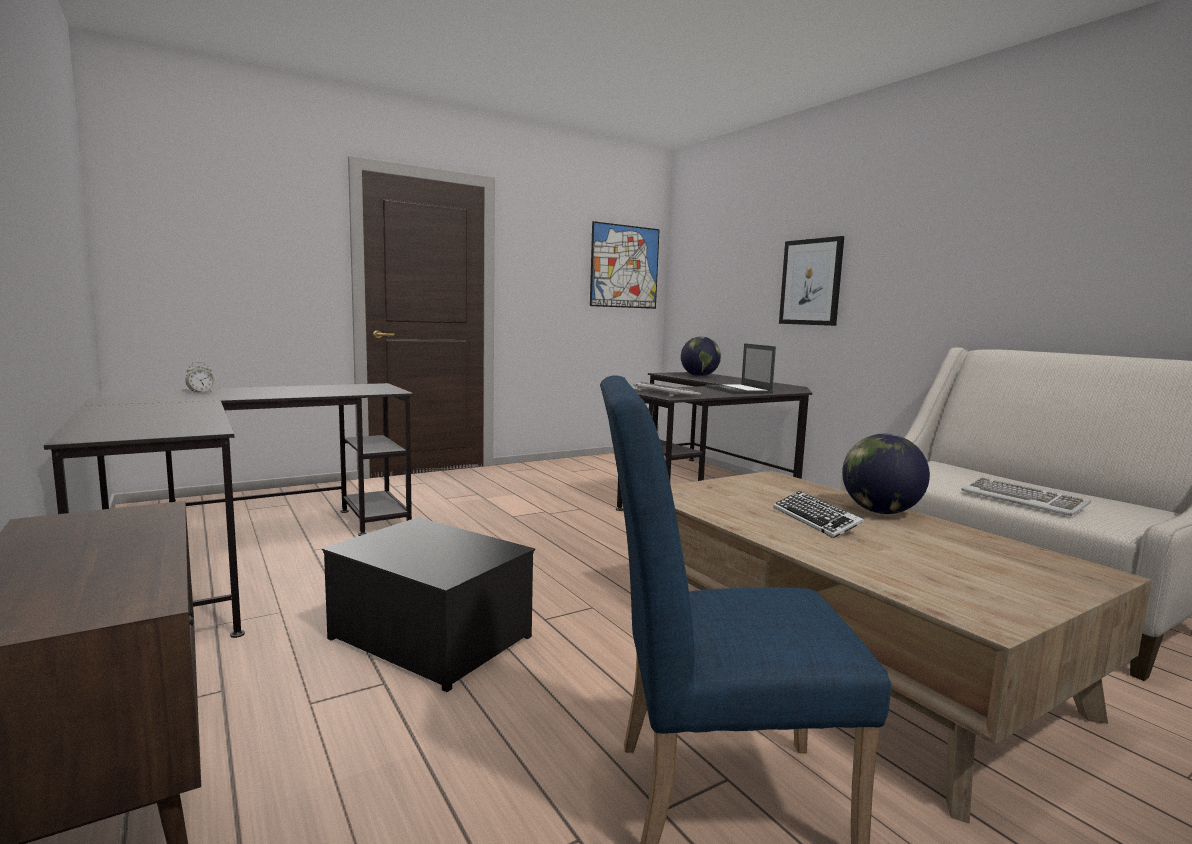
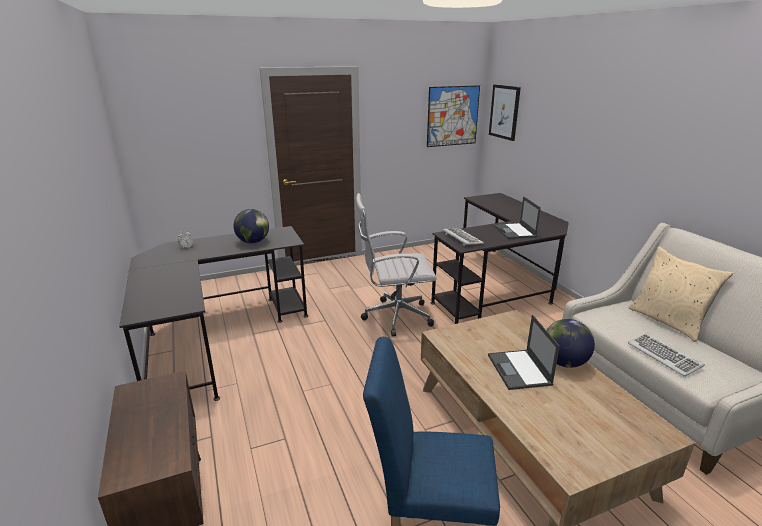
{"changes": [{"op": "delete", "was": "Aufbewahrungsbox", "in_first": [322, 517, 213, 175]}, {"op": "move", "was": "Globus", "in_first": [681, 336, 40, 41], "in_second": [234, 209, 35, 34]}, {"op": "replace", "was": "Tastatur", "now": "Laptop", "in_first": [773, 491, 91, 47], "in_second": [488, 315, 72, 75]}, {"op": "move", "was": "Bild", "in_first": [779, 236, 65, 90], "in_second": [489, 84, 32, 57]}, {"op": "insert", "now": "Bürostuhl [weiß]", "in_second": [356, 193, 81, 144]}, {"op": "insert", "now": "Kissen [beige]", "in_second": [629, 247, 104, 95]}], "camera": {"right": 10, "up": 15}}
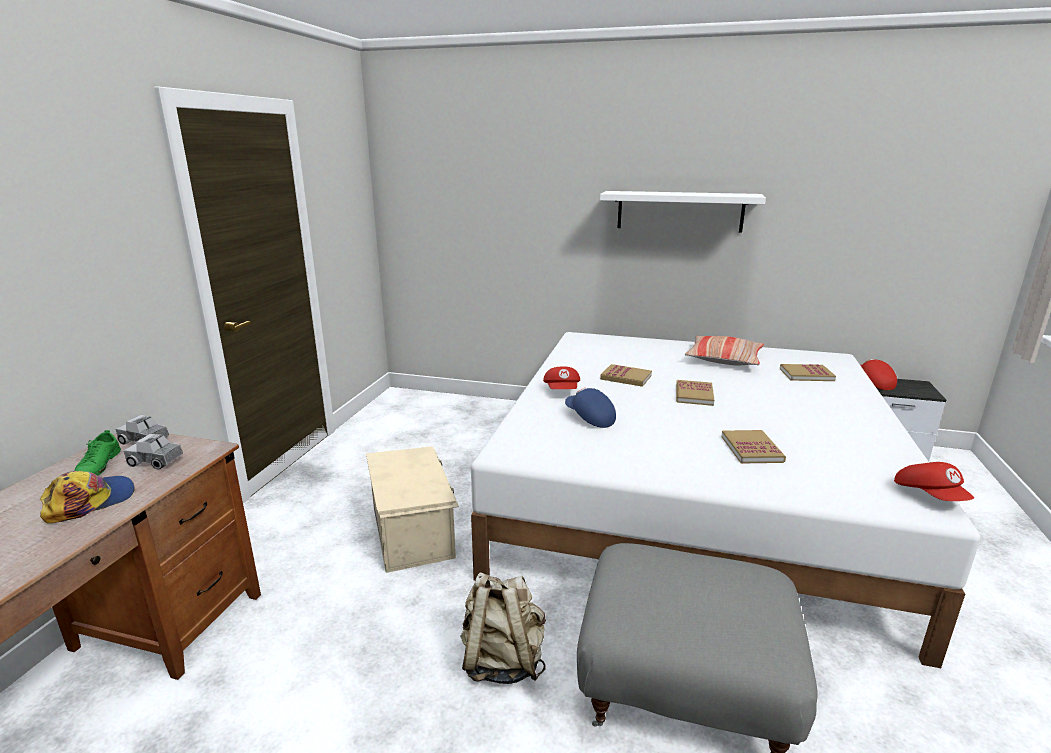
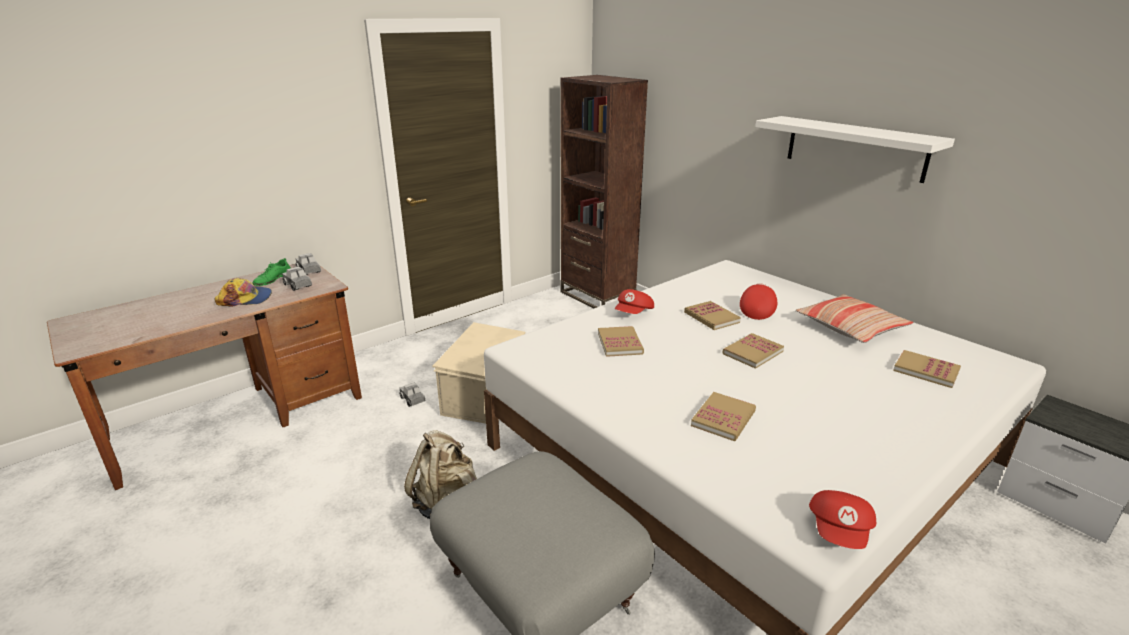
{"changes": [{"op": "replace", "was": "Kappe [blau]", "now": "Buch", "in_first": [565, 388, 51, 40], "in_second": [598, 326, 46, 31]}, {"op": "move", "was": "Kappe [rot]", "in_first": [860, 359, 37, 31], "in_second": [740, 284, 37, 36]}, {"op": "insert", "now": "Spielzeuglaster", "in_second": [399, 383, 26, 24]}, {"op": "insert", "now": "Bücherregal [braun]", "in_second": [560, 75, 88, 233]}], "camera": {"right": 35, "up": 5}}
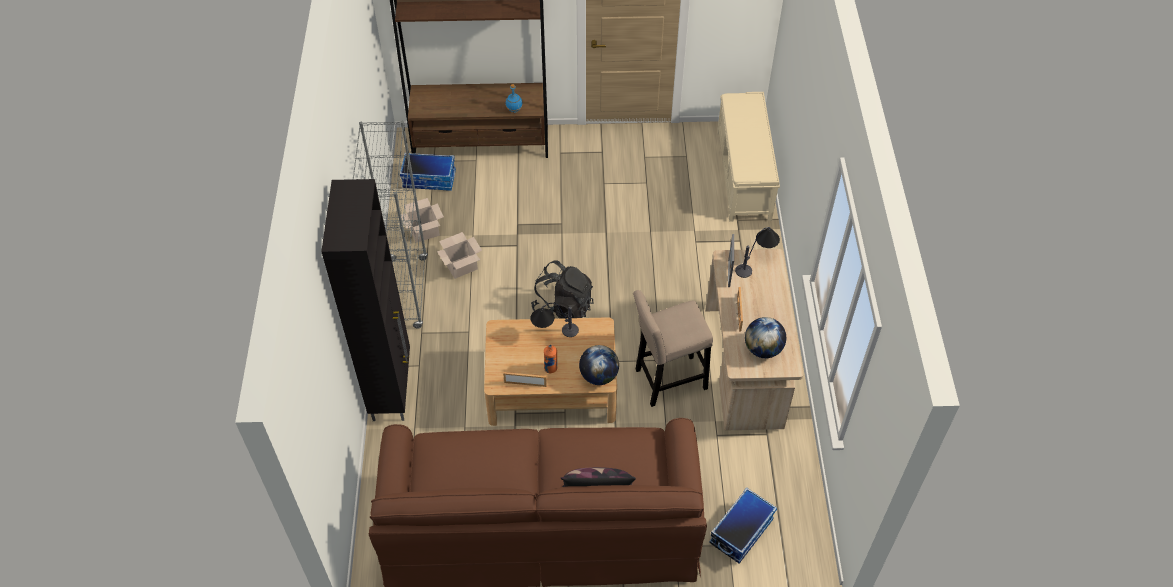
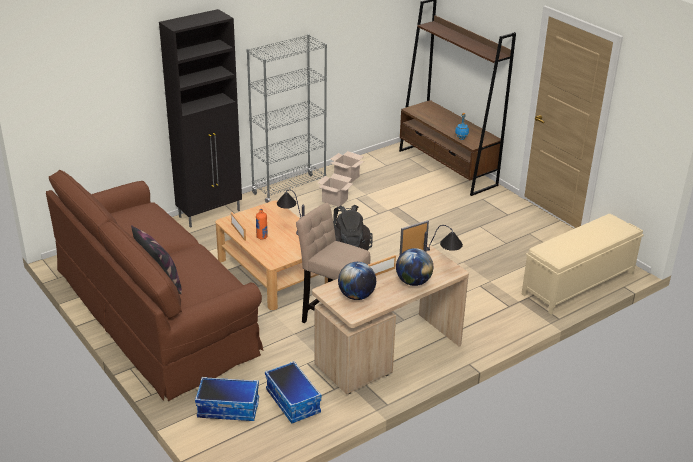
{"changes": [{"op": "move", "was": "Aufbewahrungsbox", "in_first": [400, 153, 56, 38], "in_second": [265, 361, 56, 63]}, {"op": "move", "was": "Globus", "in_first": [579, 345, 40, 40], "in_second": [396, 248, 37, 38]}], "camera": {"right": 55, "up": -20}}
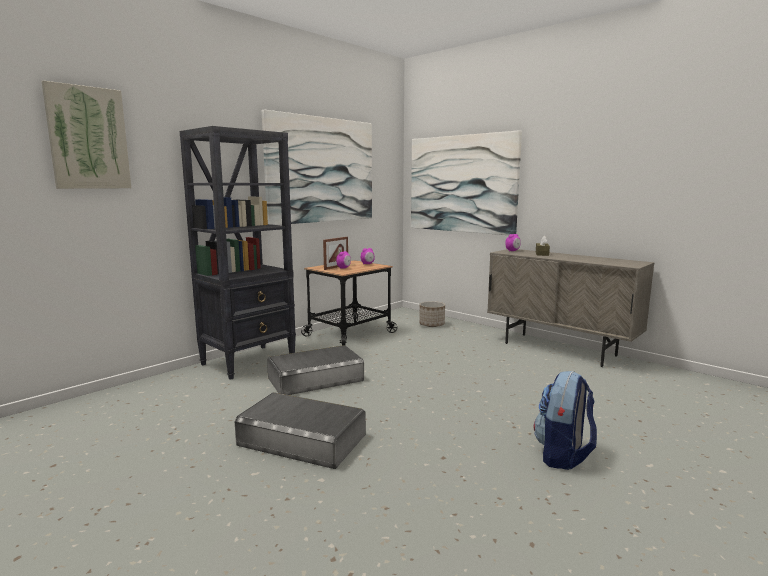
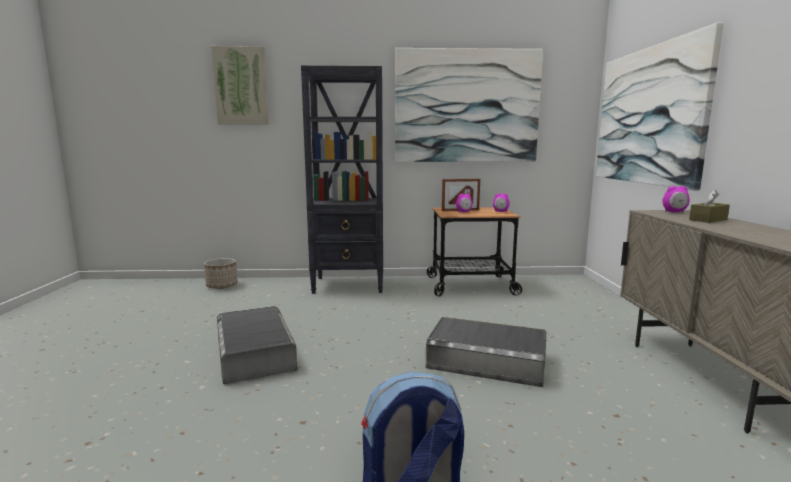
{"changes": [{"op": "move", "was": "Aufbewahrungsbox [grau]", "in_first": [267, 345, 97, 50], "in_second": [426, 317, 120, 70]}, {"op": "move", "was": "Pflanzkübel", "in_first": [419, 301, 26, 26], "in_second": [204, 258, 34, 31]}], "camera": {"right": 45, "up": 0}}
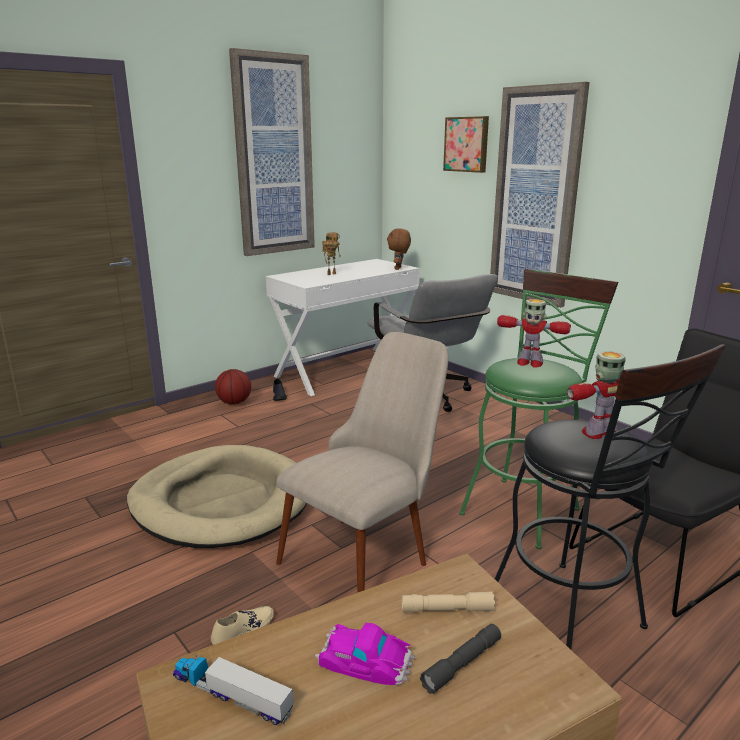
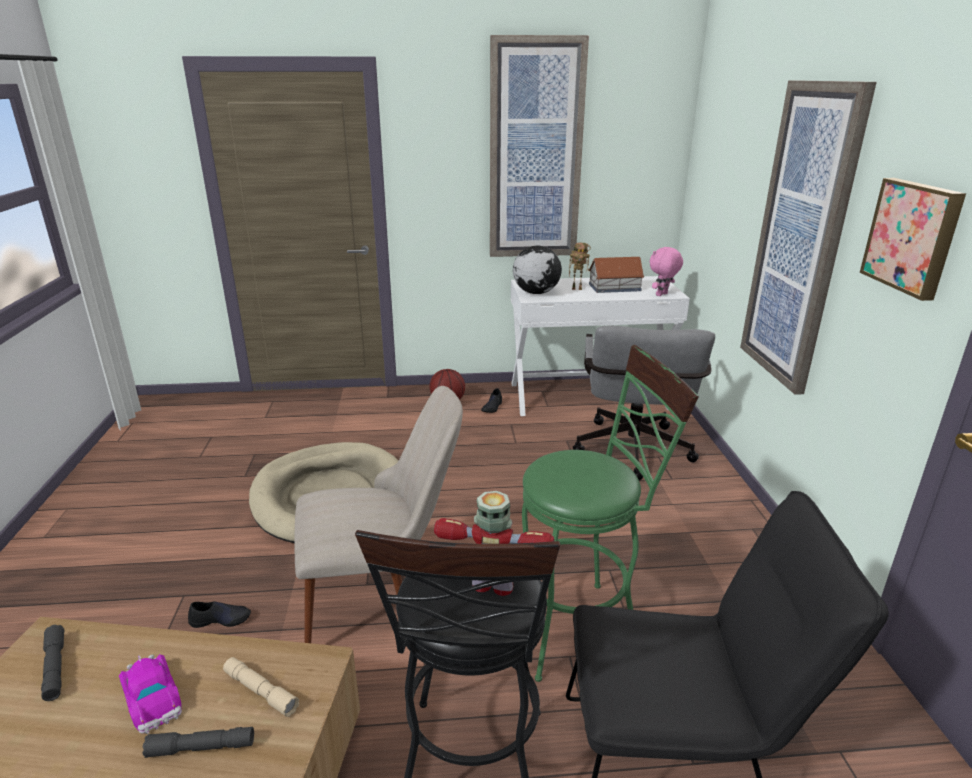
{"changes": [{"op": "replace", "was": "Spielzeuglaster", "now": "Taschenlampe [grau]", "in_first": [173, 654, 120, 71], "in_second": [41, 624, 23, 77]}, {"op": "recolor", "was": "Schuh [beige]", "now": "Schuh [schwarz]", "in_first": [211, 606, 63, 39], "in_second": [188, 601, 63, 27]}, {"op": "recolor", "was": "Plüschtier [braun]", "now": "Plüschtier [rosa]", "in_first": [387, 229, 24, 41], "in_second": [650, 247, 33, 49]}, {"op": "move", "was": "Bild", "in_first": [443, 116, 46, 57], "in_second": [860, 178, 106, 123]}, {"op": "delete", "was": "Spielzeugroboter", "in_first": [497, 299, 74, 69]}, {"op": "insert", "now": "Globus", "in_second": [513, 246, 49, 48]}, {"op": "insert", "now": "Spielzeughaus", "in_second": [589, 257, 55, 36]}], "camera": {"right": 35, "up": 5}}
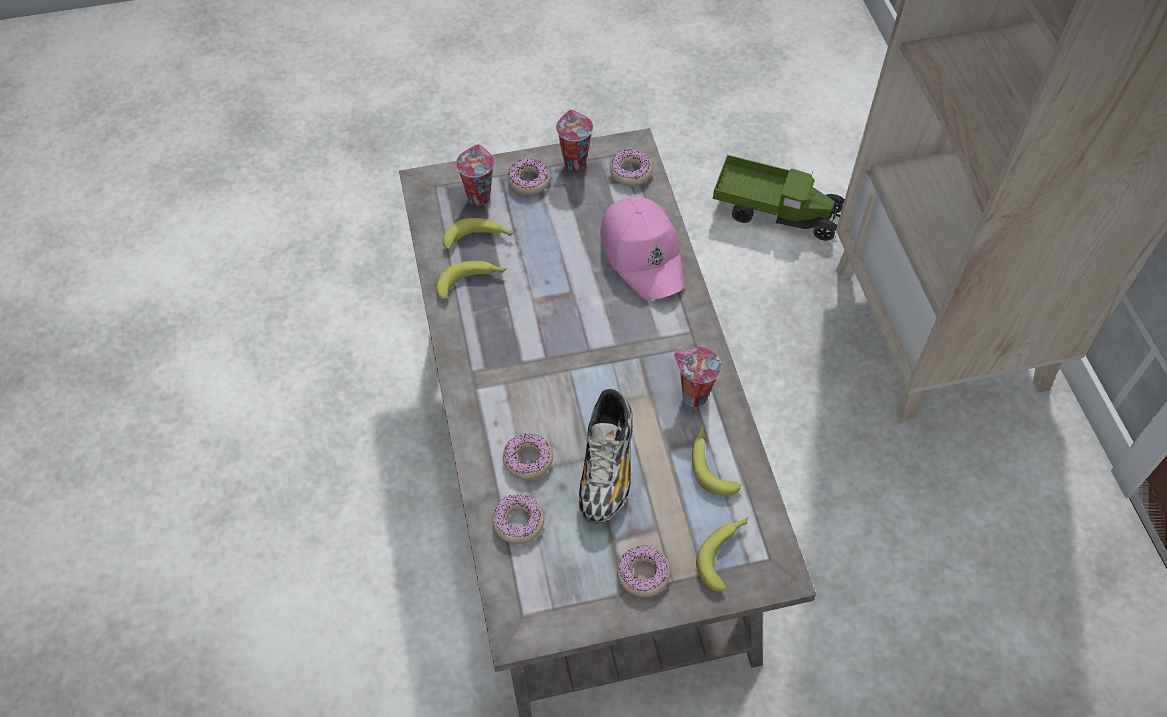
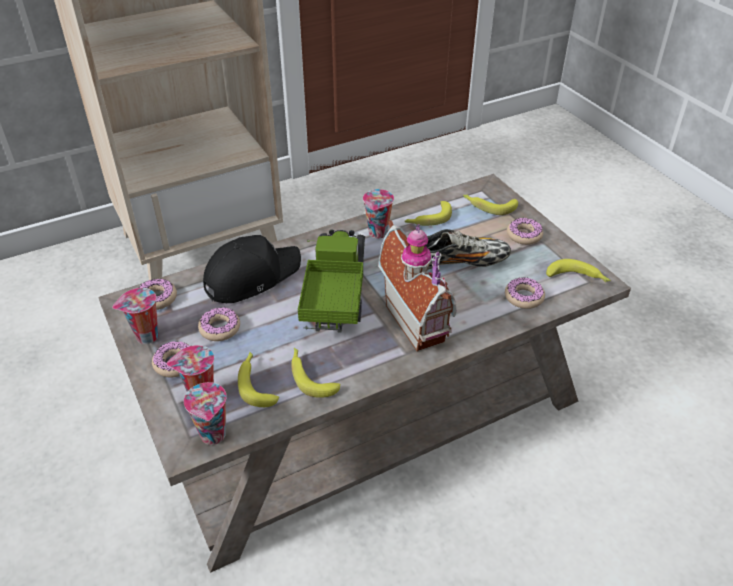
{"changes": [{"op": "move", "was": "Donut", "in_first": [503, 433, 50, 47], "in_second": [198, 307, 42, 34]}, {"op": "recolor", "was": "Kappe [rosa]", "now": "Kappe [schwarz]", "in_first": [600, 197, 84, 103], "in_second": [203, 235, 98, 68]}, {"op": "move", "was": "Spielzeuglaster", "in_first": [713, 155, 132, 86], "in_second": [298, 229, 67, 103]}, {"op": "insert", "now": "Tasse", "in_second": [184, 382, 43, 63]}, {"op": "insert", "now": "Spielzeughaus", "in_second": [378, 220, 79, 132]}, {"op": "insert", "now": "Banane", "in_second": [546, 259, 65, 23]}], "camera": {"right": -105, "up": -15}}
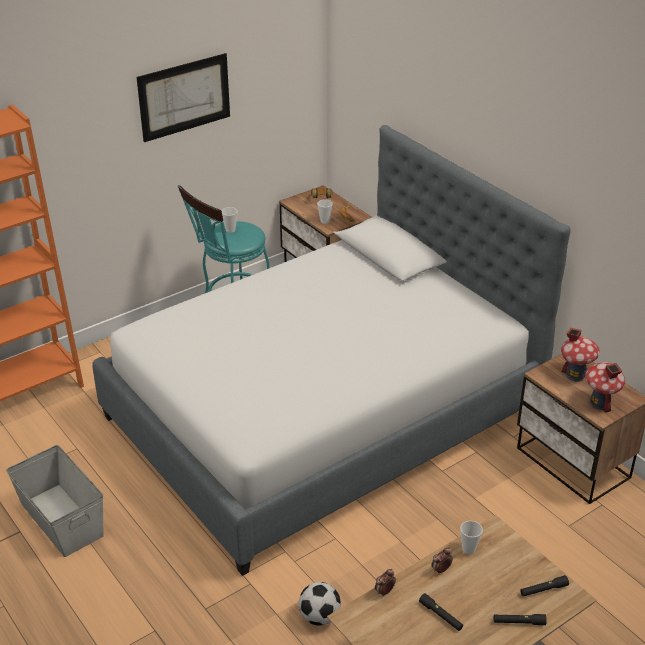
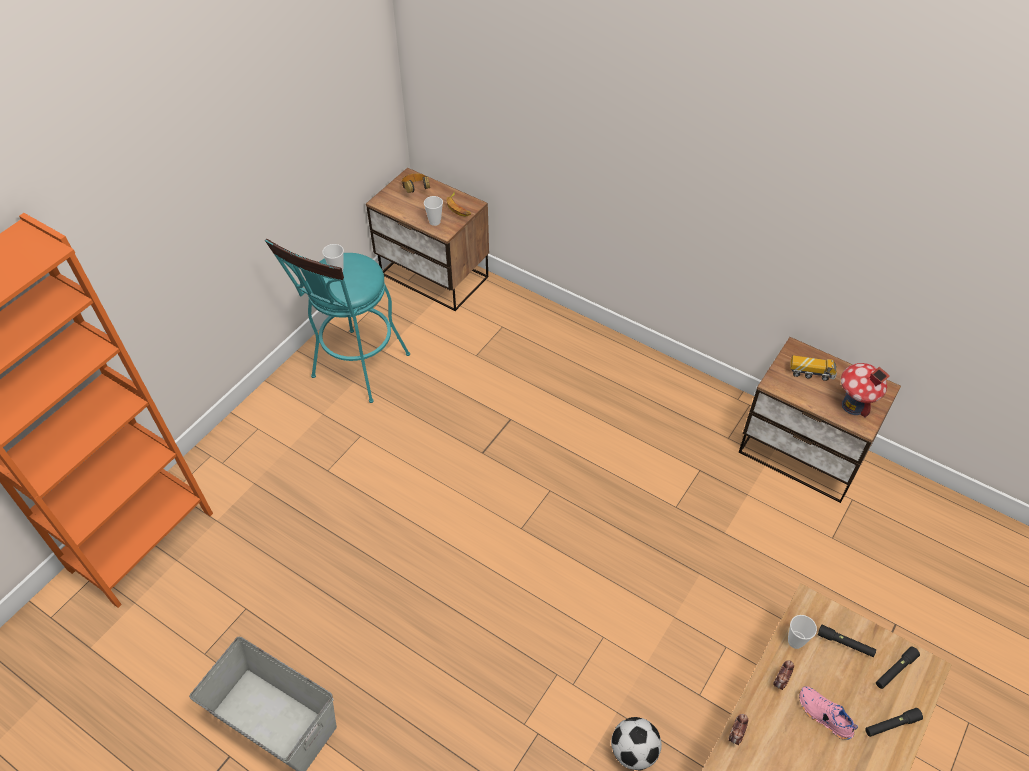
{"changes": [{"op": "delete", "was": "Bett", "in_first": [92, 125, 478, 451]}, {"op": "delete", "was": "Bild", "in_first": [136, 53, 94, 89]}, {"op": "move", "was": "Taschenlampe [schwarz]", "in_first": [419, 593, 44, 38], "in_second": [818, 625, 58, 32]}, {"op": "replace", "was": "Spielzeughaus", "now": "Spielzeuglaster", "in_first": [561, 328, 39, 54], "in_second": [790, 355, 47, 26]}, {"op": "insert", "now": "Schuh [rosa]", "in_second": [799, 686, 59, 54]}], "camera": {"right": -20, "up": 15}}
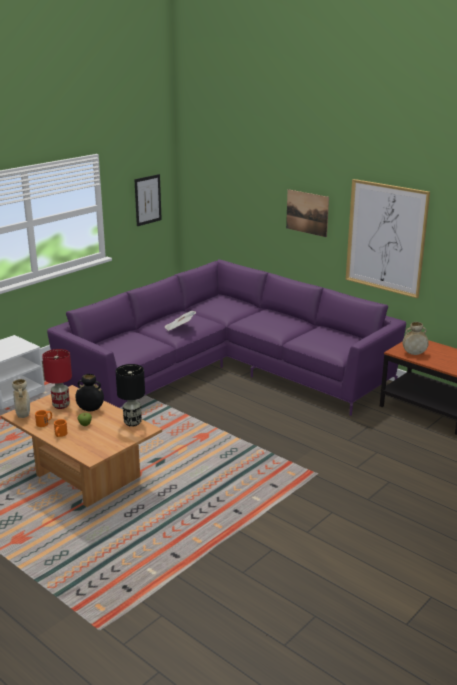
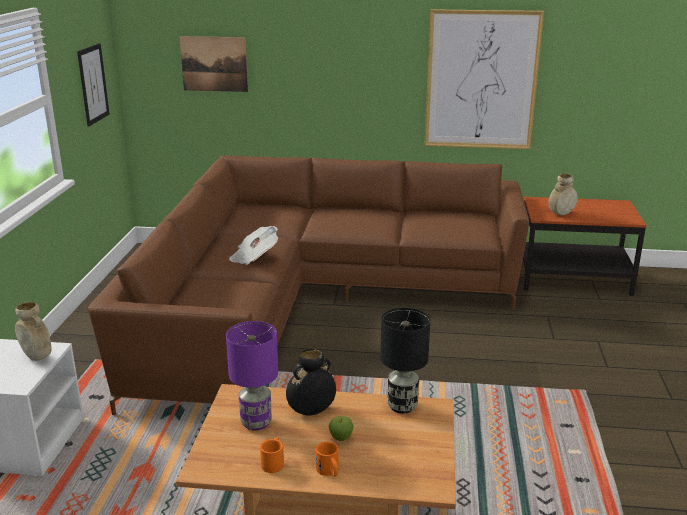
{"changes": [{"op": "move", "was": "Vase [beige]", "in_first": [12, 379, 18, 39], "in_second": [15, 302, 37, 59]}, {"op": "recolor", "was": "Tischlampe [rot]", "now": "Tischlampe [lila]", "in_first": [42, 349, 30, 60], "in_second": [226, 321, 52, 109]}, {"op": "recolor", "was": "Sofa [lila]", "now": "Sofa [braun]", "in_first": [47, 259, 359, 157], "in_second": [88, 155, 441, 260]}, {"op": "move", "was": "Bild", "in_first": [286, 189, 43, 48], "in_second": [179, 36, 69, 56]}], "camera": {"right": -35, "up": 0}}
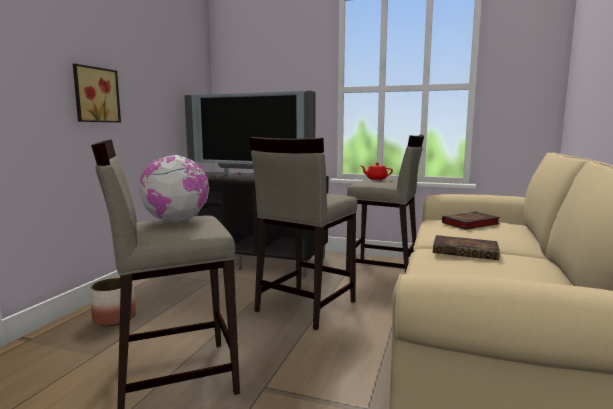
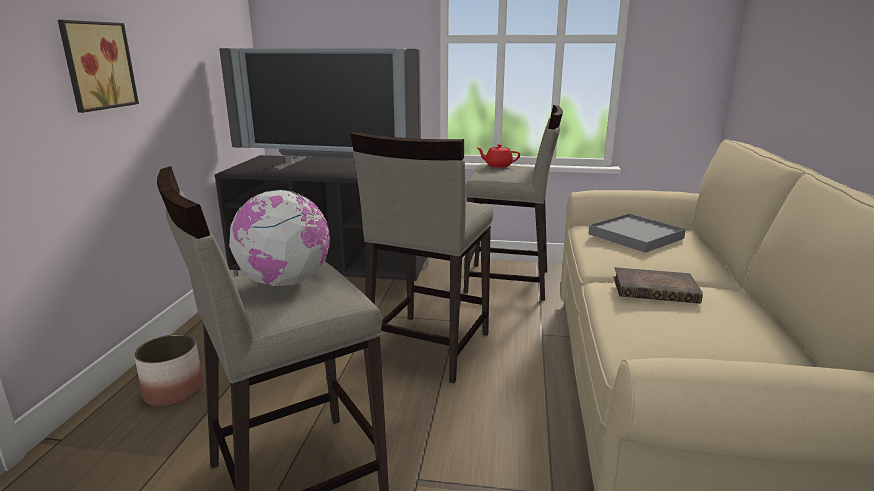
{"changes": [{"op": "replace", "was": "Buch", "now": "Tablett [grau]", "in_first": [442, 212, 58, 18], "in_second": [589, 214, 97, 39]}], "camera": {"right": -10, "up": 10}}
